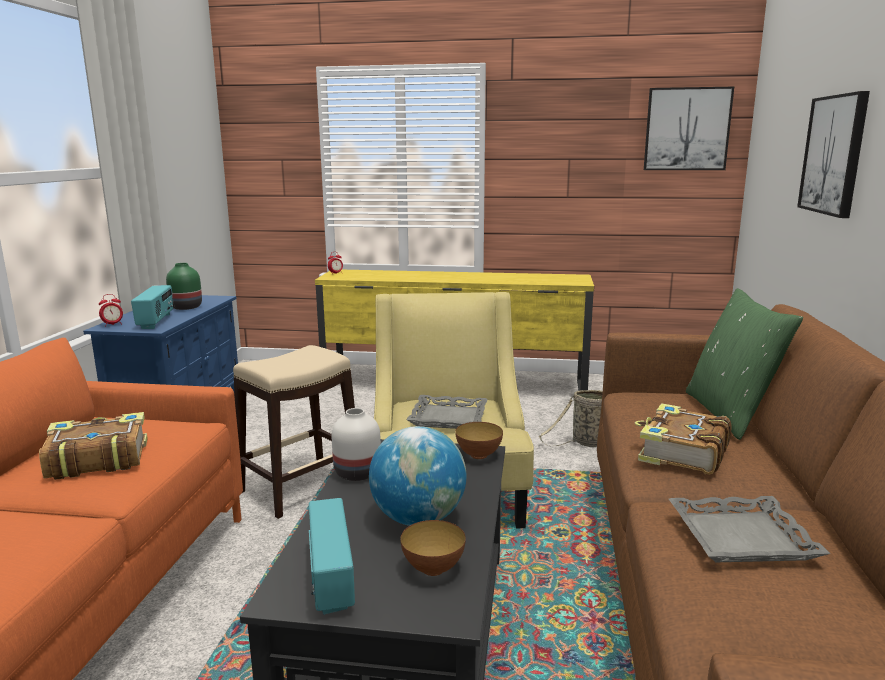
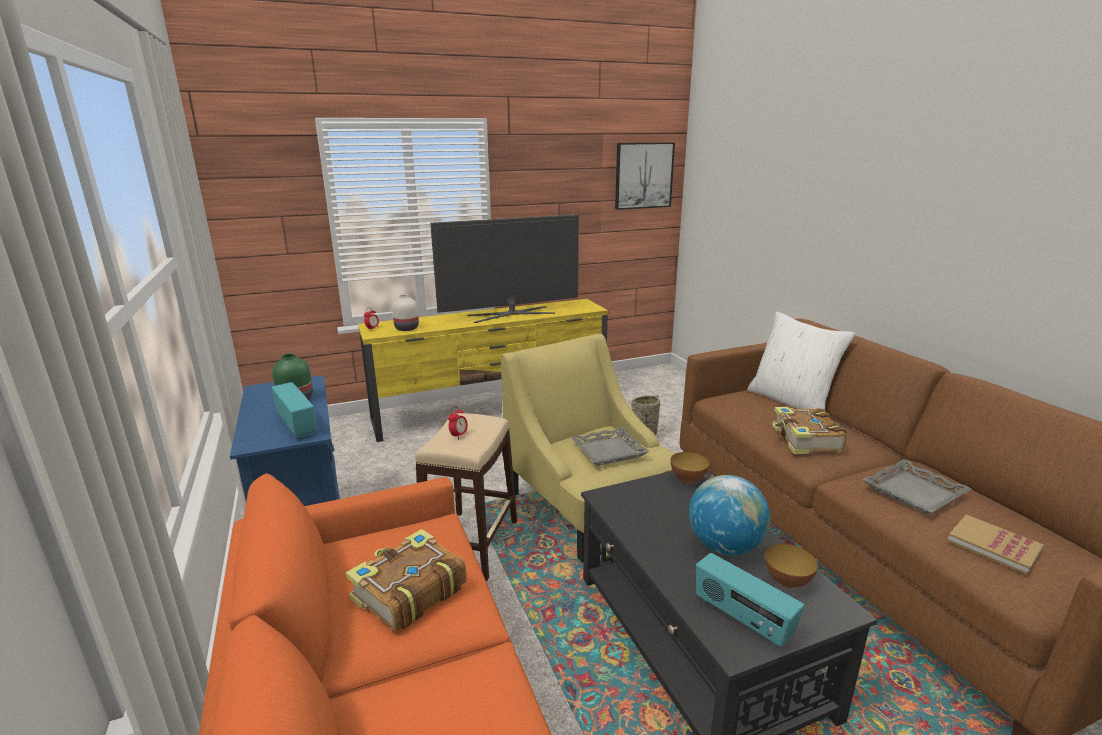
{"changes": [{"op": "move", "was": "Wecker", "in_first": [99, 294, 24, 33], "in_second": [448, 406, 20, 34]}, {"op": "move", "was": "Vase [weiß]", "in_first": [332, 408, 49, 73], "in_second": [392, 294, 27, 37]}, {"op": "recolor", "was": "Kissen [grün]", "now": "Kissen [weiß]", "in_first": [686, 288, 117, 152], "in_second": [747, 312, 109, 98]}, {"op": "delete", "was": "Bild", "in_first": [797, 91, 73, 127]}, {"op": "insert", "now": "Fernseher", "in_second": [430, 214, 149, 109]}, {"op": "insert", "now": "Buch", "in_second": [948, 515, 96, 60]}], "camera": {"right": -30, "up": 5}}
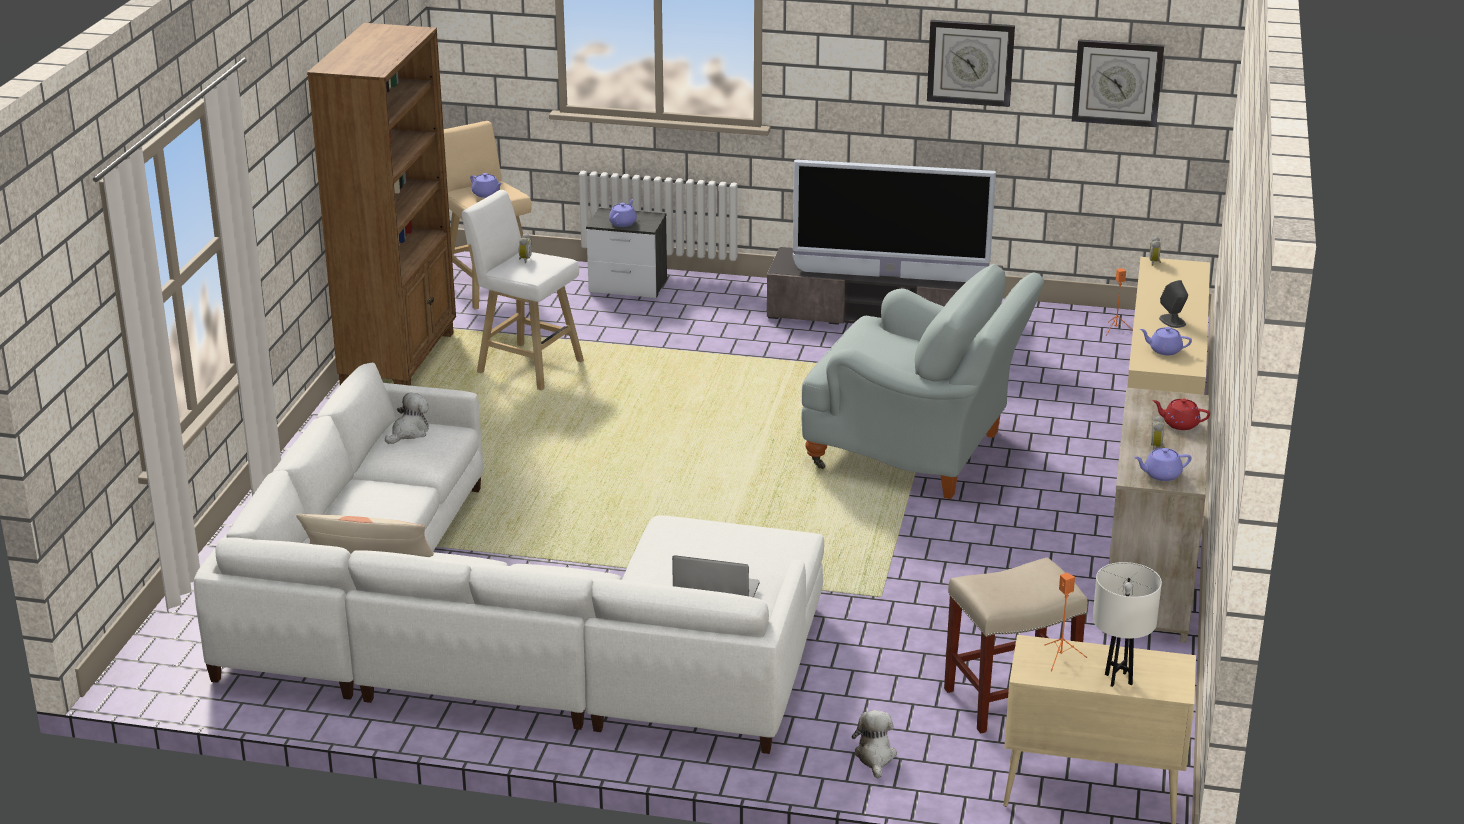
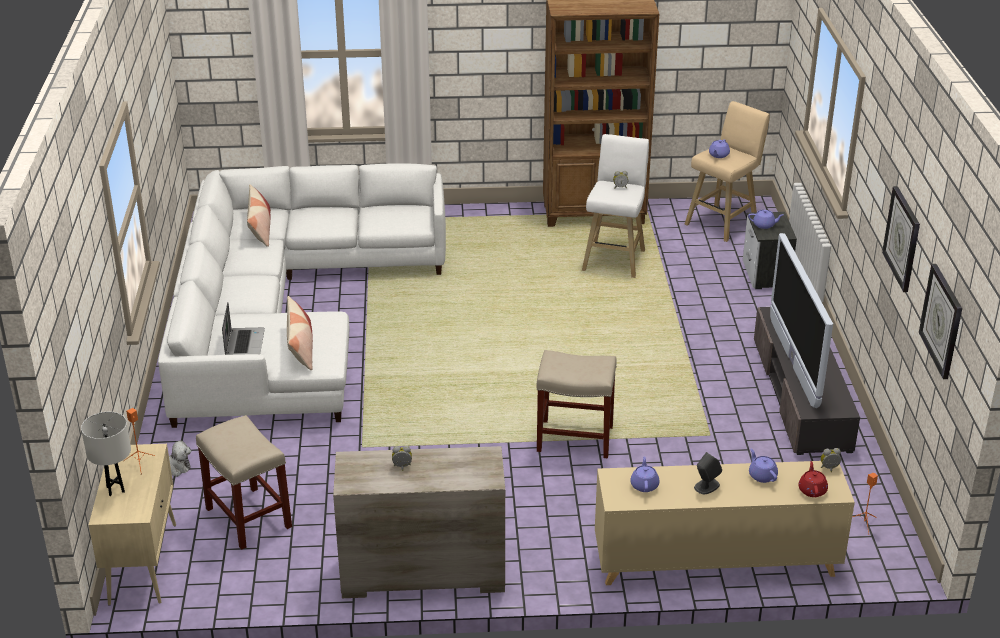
{"changes": [{"op": "delete", "was": "Plüschtier", "in_first": [385, 393, 44, 51]}, {"op": "replace", "was": "Sessel [grau]", "now": "Hocker [beige]", "in_first": [801, 264, 243, 235], "in_second": [536, 350, 81, 108]}, {"op": "move", "was": "Teekanne [lila]", "in_first": [1134, 448, 58, 33], "in_second": [749, 449, 29, 34]}, {"op": "move", "was": "Teekanne [rot]", "in_first": [1152, 398, 58, 32], "in_second": [798, 461, 30, 36]}, {"op": "insert", "now": "Kissen", "in_second": [287, 296, 26, 74]}], "camera": {"right": 75, "up": 5}}
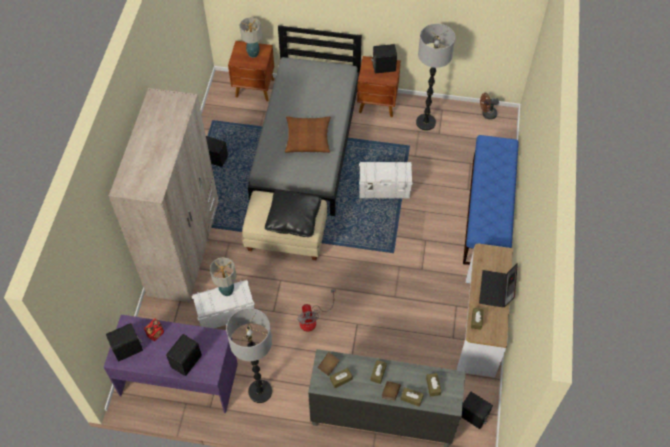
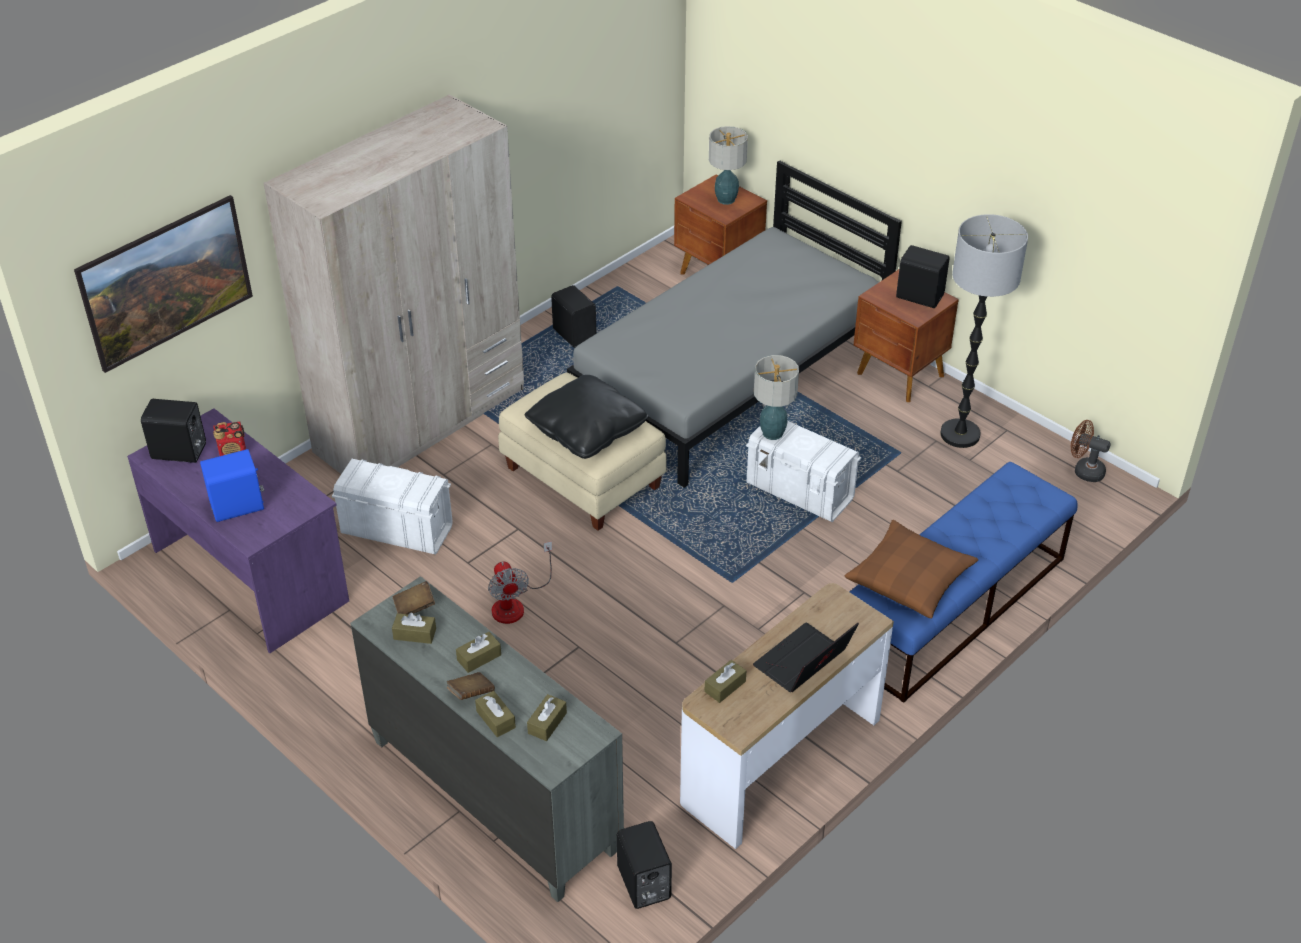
{"changes": [{"op": "recolor", "was": "Lautsprecher [schwarz]", "now": "Lautsprecher [blau]", "in_first": [166, 334, 36, 42], "in_second": [200, 449, 65, 73]}, {"op": "move", "was": "Tischlampe", "in_first": [210, 257, 26, 39], "in_second": [754, 355, 45, 85]}, {"op": "delete", "was": "Stehlampe", "in_first": [226, 308, 46, 95]}, {"op": "move", "was": "Kissen [braun]", "in_first": [285, 116, 46, 37], "in_second": [844, 520, 134, 99]}, {"op": "rotate", "was": "Ventilator", "in_first": [297, 289, 38, 42], "in_second": [488, 541, 64, 83], "clockwise": -45}, {"op": "insert", "now": "Bild", "in_second": [74, 195, 179, 178]}], "camera": {"right": 35, "up": -15}}
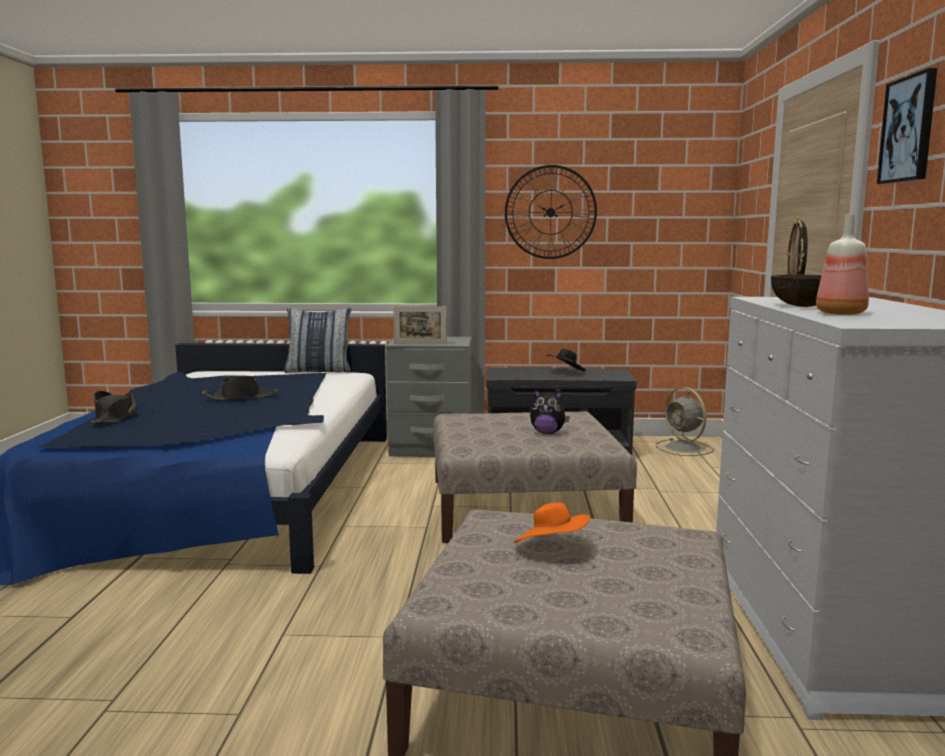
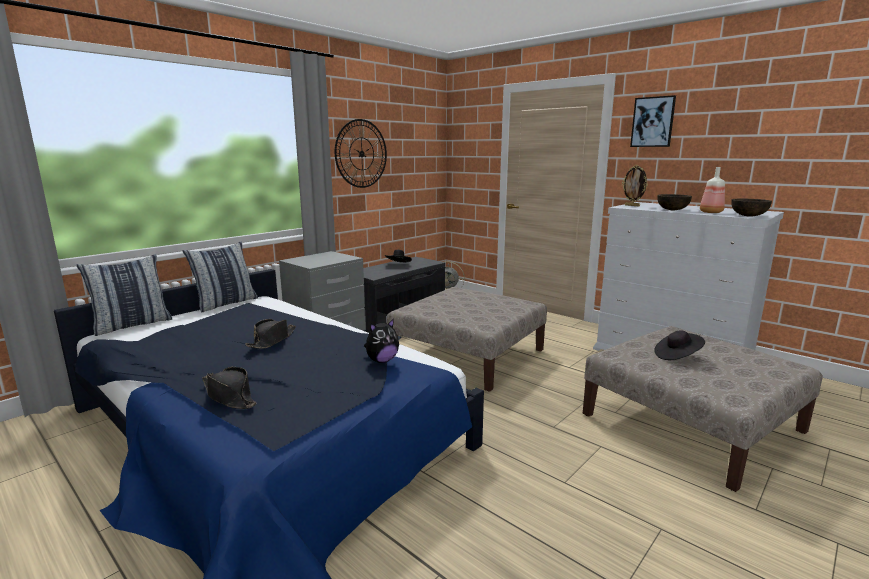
{"changes": [{"op": "delete", "was": "Bilderrahmen", "in_first": [393, 306, 54, 38]}, {"op": "recolor", "was": "Hut [orange]", "now": "Hut [schwarz]", "in_first": [514, 503, 76, 40], "in_second": [654, 330, 51, 30]}, {"op": "move", "was": "Plüschtier", "in_first": [530, 389, 40, 45], "in_second": [364, 319, 35, 44]}, {"op": "insert", "now": "Kissen", "in_second": [77, 254, 95, 82]}, {"op": "insert", "now": "Schüssel [braun]", "in_second": [731, 199, 41, 18]}], "camera": {"right": -50, "up": 5}}
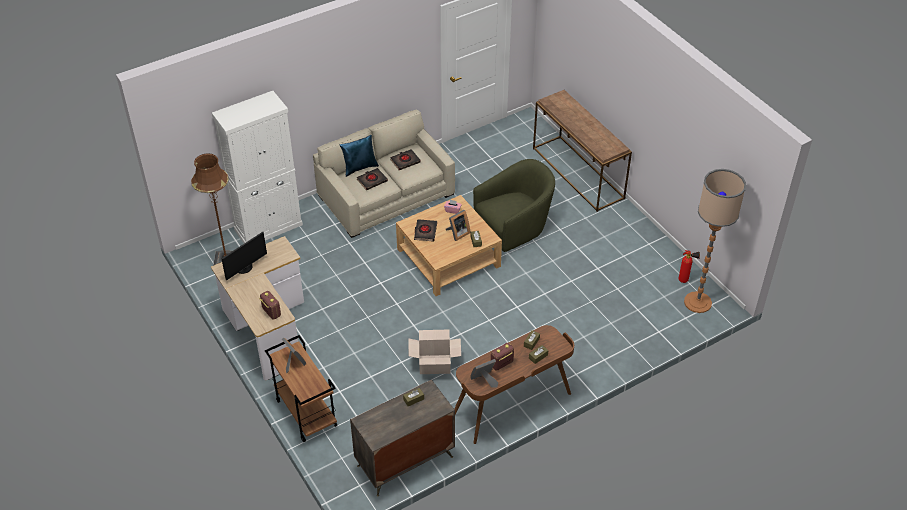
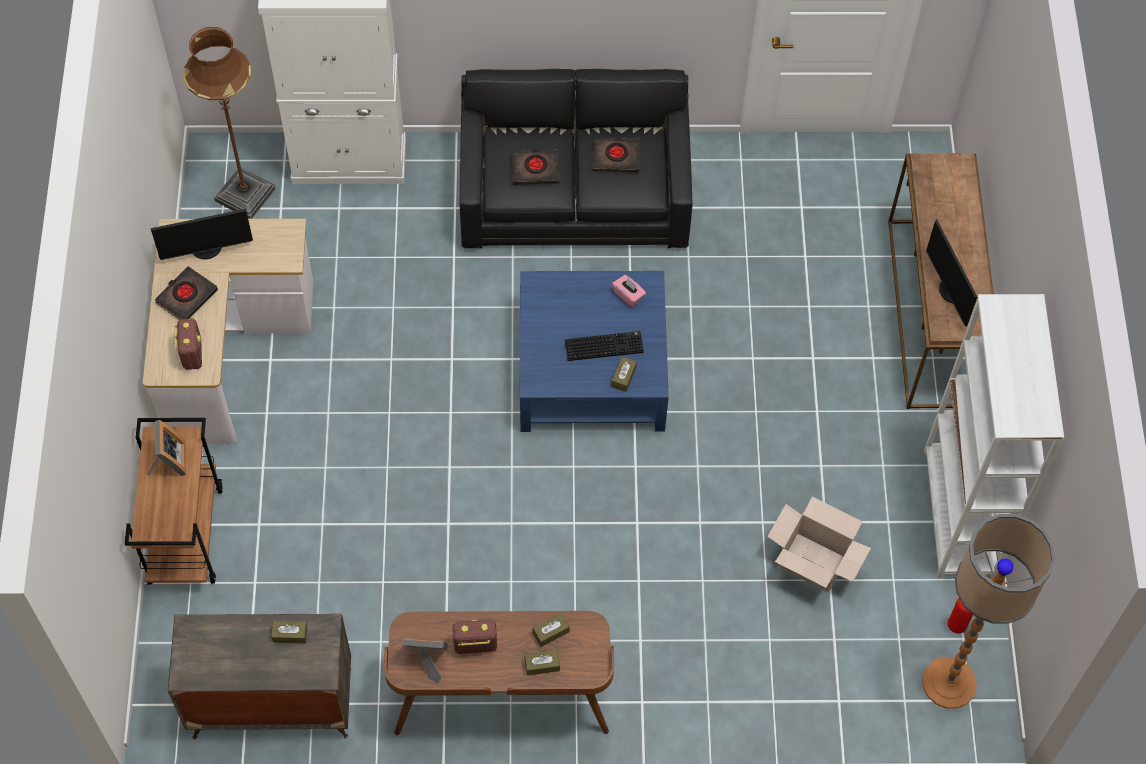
{"changes": [{"op": "recolor", "was": "Sofa [beige]", "now": "Sofa [schwarz]", "in_first": [313, 109, 142, 129], "in_second": [460, 69, 232, 179]}, {"op": "delete", "was": "Kissen [blau]", "in_first": [340, 135, 39, 42]}, {"op": "recolor", "was": "Couchtisch [beige]", "now": "Couchtisch [blau]", "in_first": [396, 195, 106, 101], "in_second": [520, 271, 149, 161]}, {"op": "move", "was": "Karton", "in_first": [408, 330, 53, 44], "in_second": [767, 497, 104, 95]}, {"op": "move", "was": "Buch [schwarz]", "in_first": [414, 219, 23, 23], "in_second": [155, 266, 63, 54]}, {"op": "replace", "was": "Bilderrahmen", "now": "Tastatur", "in_first": [446, 210, 25, 31], "in_second": [565, 331, 79, 30]}, {"op": "delete", "was": "Sessel [grün]", "in_first": [473, 159, 82, 93]}, {"op": "insert", "now": "Bücherregal [weiß]", "in_second": [924, 294, 140, 285]}, {"op": "insert", "now": "Monitor", "in_second": [926, 219, 51, 107]}], "camera": {"right": 30, "up": 15}}
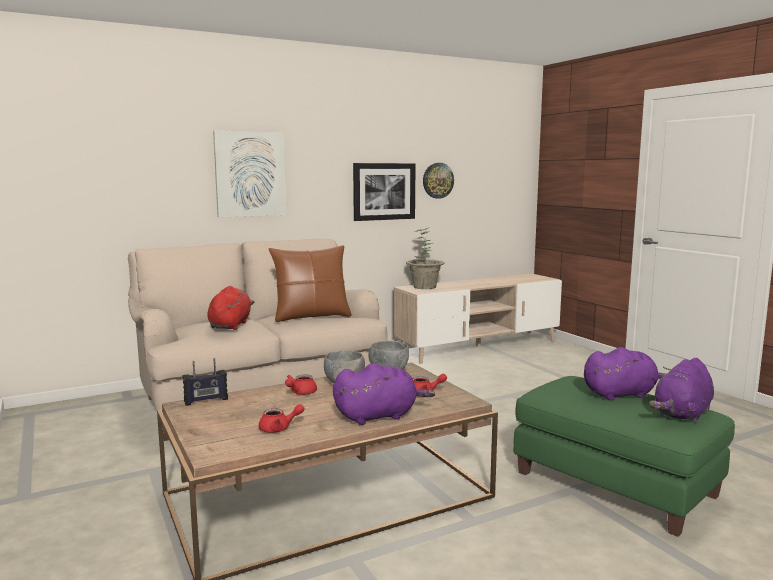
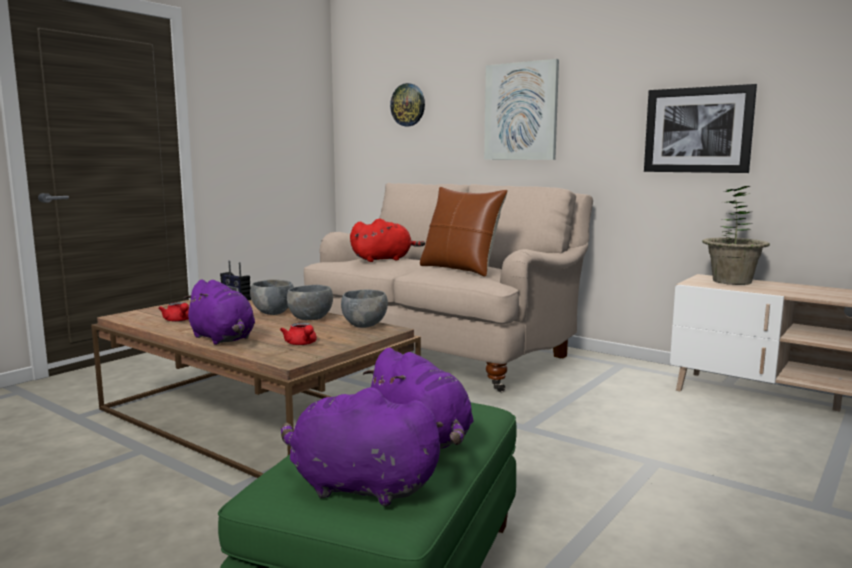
{"changes": [{"op": "replace", "was": "Teekanne [rot]", "now": "Schüssel [grau]", "in_first": [285, 374, 32, 21], "in_second": [250, 279, 44, 36]}, {"op": "move", "was": "Wanduhr", "in_first": [423, 163, 31, 36], "in_second": [390, 83, 35, 43]}], "camera": {"right": 65, "up": 0}}
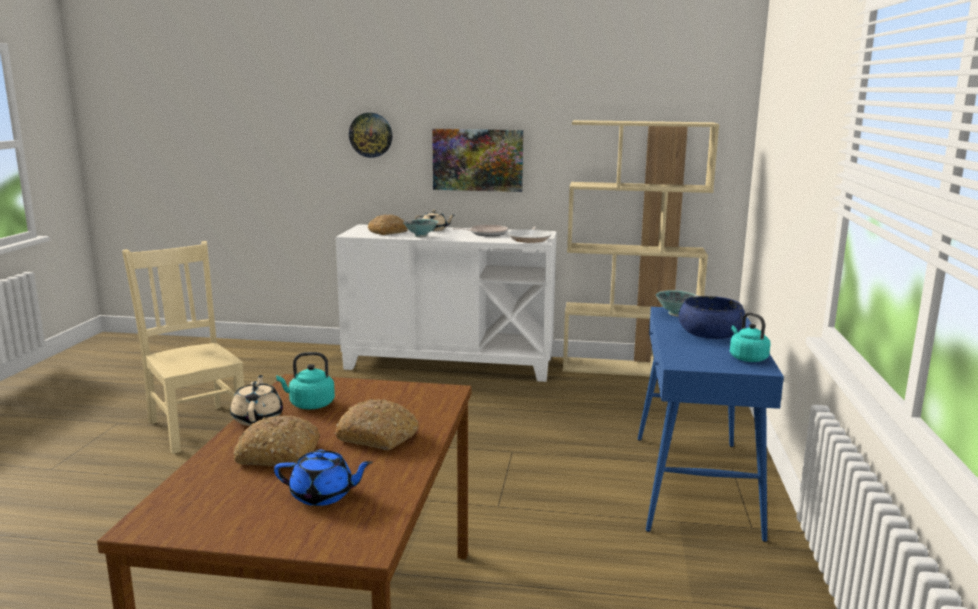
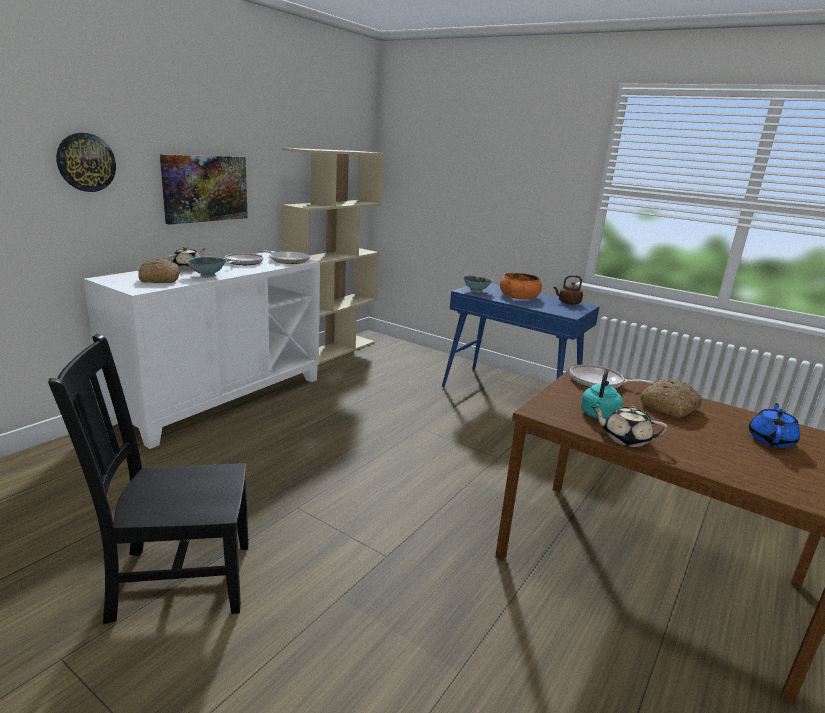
{"changes": [{"op": "recolor", "was": "Stuhl [beige]", "now": "Stuhl [schwarz]", "in_first": [122, 241, 122, 213], "in_second": [48, 334, 201, 291]}, {"op": "delete", "was": "Brot", "in_first": [234, 415, 86, 51]}, {"op": "recolor", "was": "Schüssel [blau]", "now": "Schüssel [orange]", "in_first": [678, 296, 67, 43], "in_second": [500, 273, 42, 26]}, {"op": "recolor", "was": "Wasserkessel [türkis]", "now": "Wasserkessel [braun]", "in_first": [730, 312, 40, 50], "in_second": [554, 275, 29, 30]}, {"op": "insert", "now": "Pfanne", "in_second": [570, 364, 83, 24]}], "camera": {"right": -65, "up": 5}}
